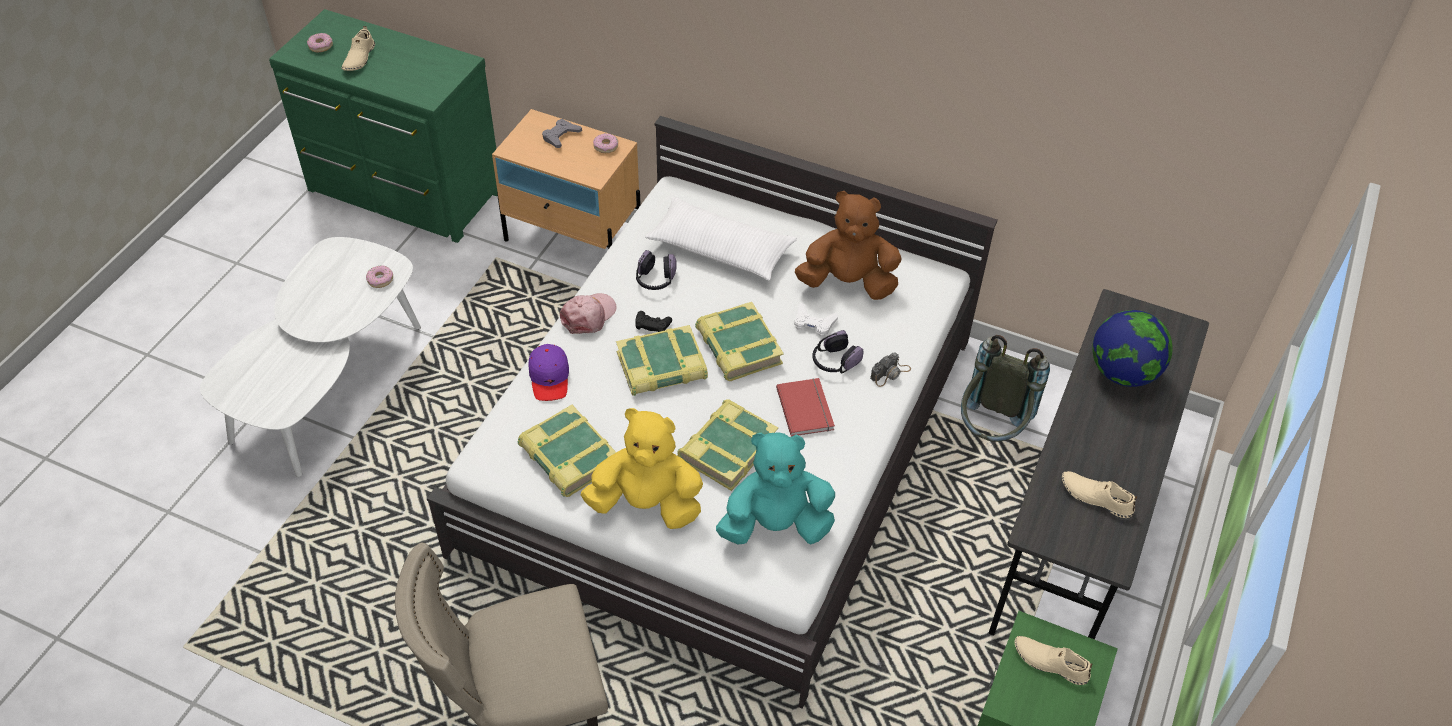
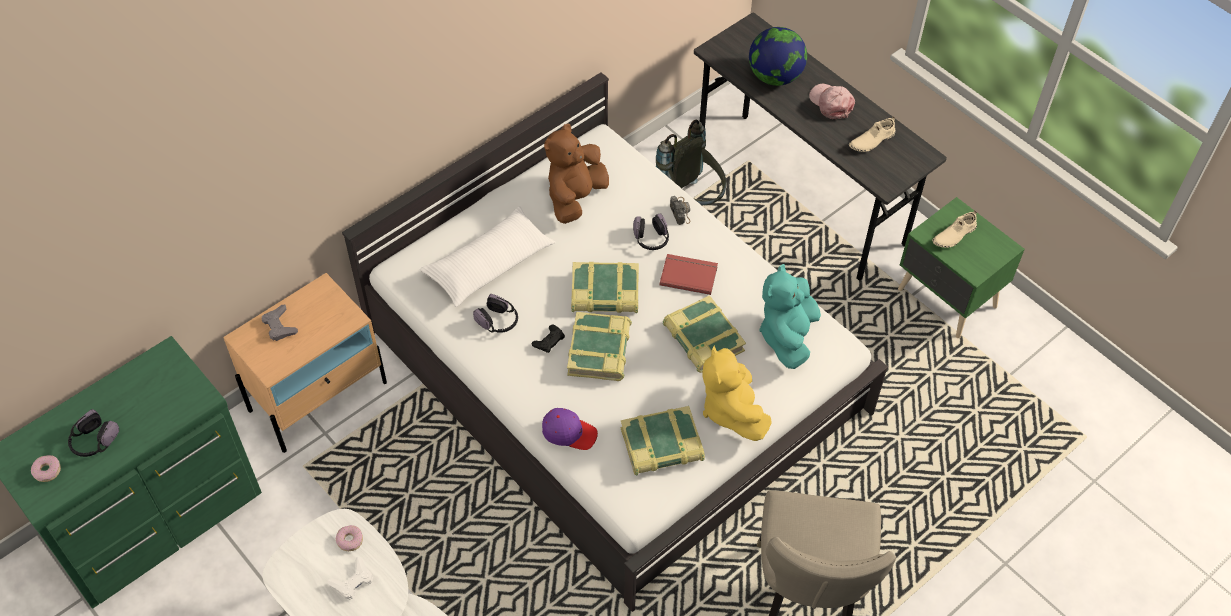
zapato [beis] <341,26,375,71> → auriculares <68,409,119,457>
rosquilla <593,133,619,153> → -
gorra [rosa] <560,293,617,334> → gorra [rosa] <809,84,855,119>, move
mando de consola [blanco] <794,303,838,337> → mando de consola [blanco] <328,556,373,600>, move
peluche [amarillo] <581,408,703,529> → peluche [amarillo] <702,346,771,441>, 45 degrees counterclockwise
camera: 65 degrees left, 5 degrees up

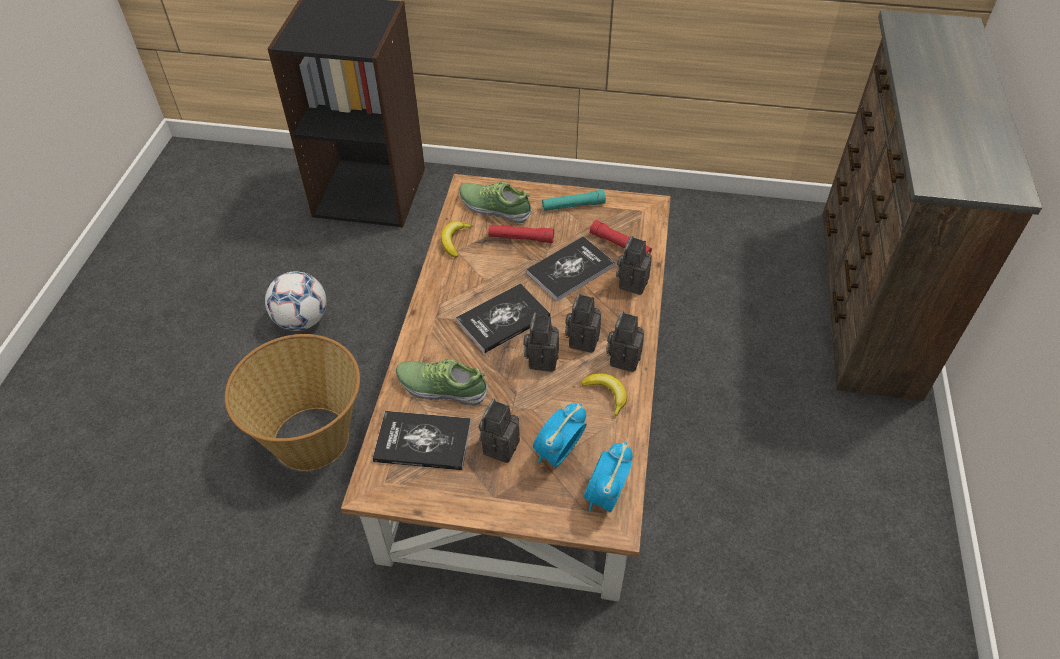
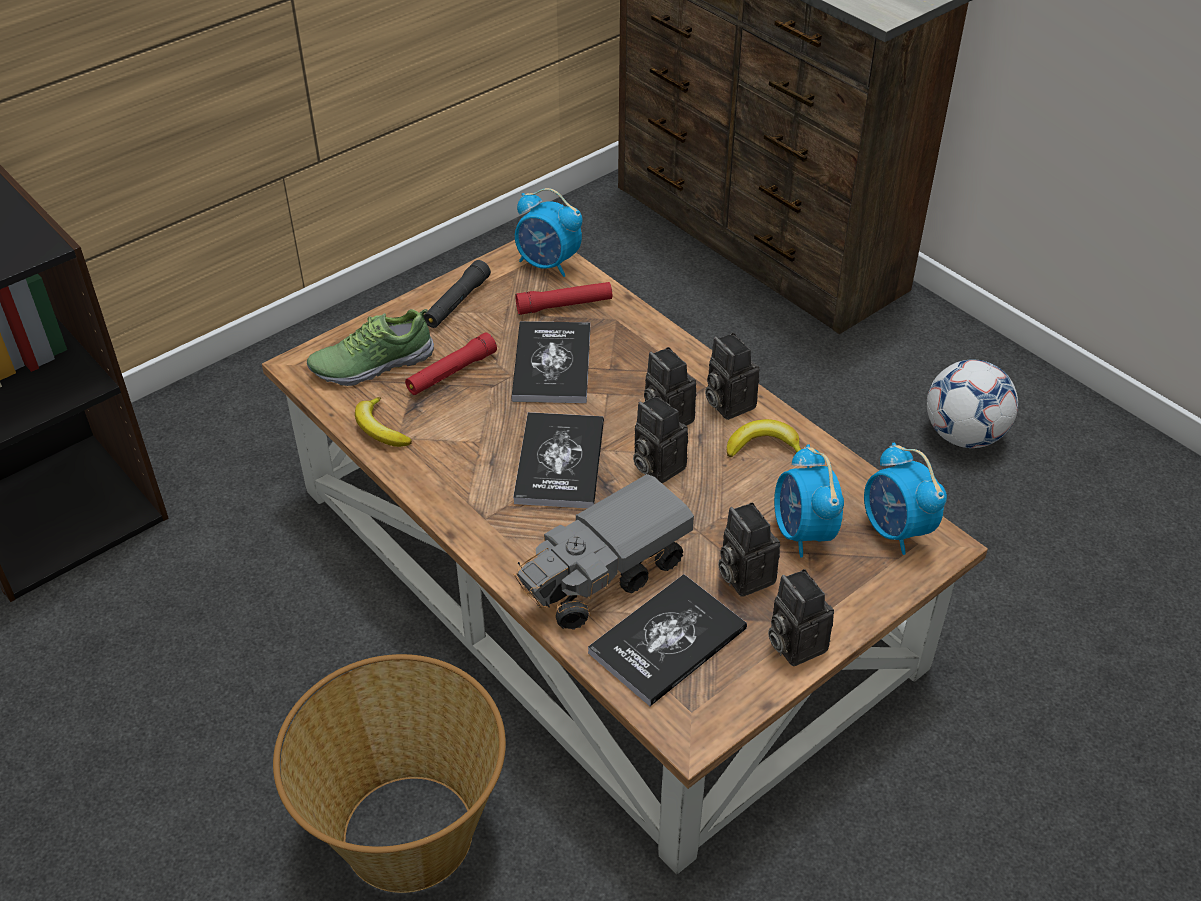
linterna [turquesa] <542,190,606,211> → linterna [negro] <423,260,491,328>
cámara <616,235,652,295> → cámara <768,569,834,666>, move
balón de fútbol <265,272,327,331> → balón de fútbol <927,360,1018,448>, move
zapato <396,358,488,405> → camión de juguete <514,474,694,630>
- → despertador <515,188,582,277>
camera: 50 degrees left, 5 degrees down

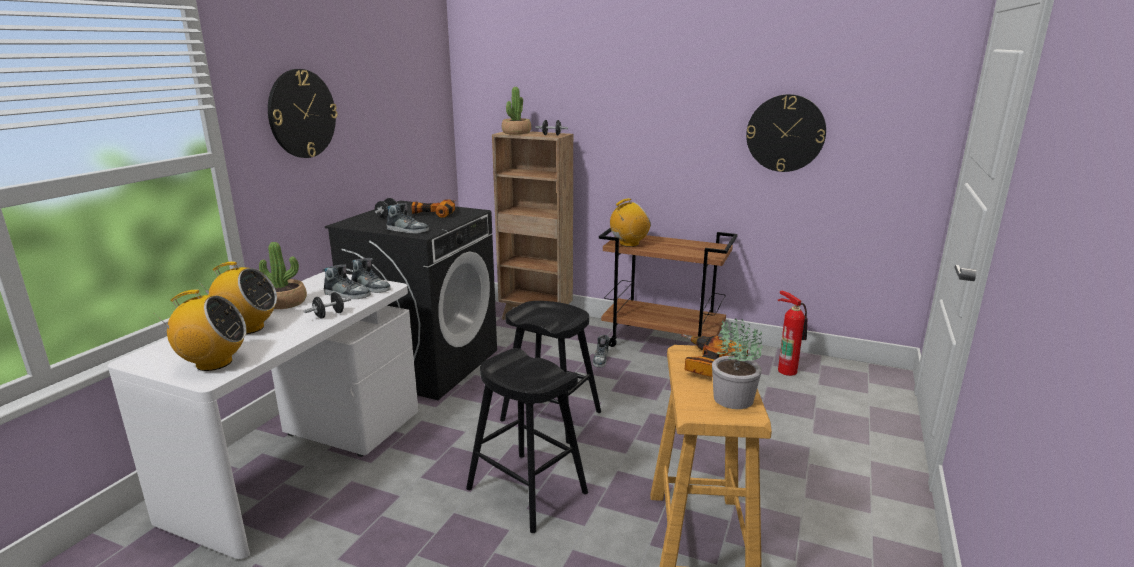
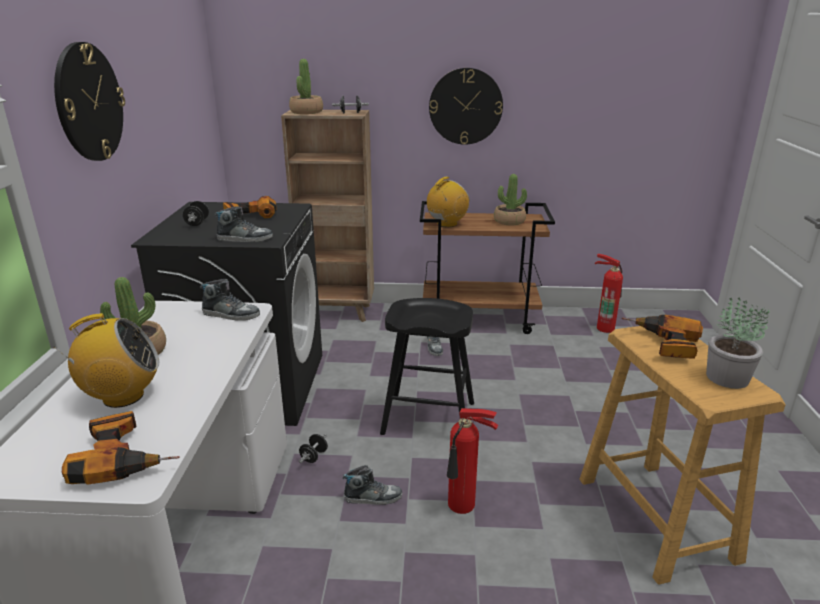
reloj de pared <746,94,826,172> → reloj de pared <429,68,503,145>, move
zapato <323,264,371,299> → zapato <343,465,402,505>, move
radio <153,290,247,371> → taladro <62,411,180,484>
mancuerna [negro] <304,292,351,319> → mancuerna [negro] <299,434,328,463>, move
taburete [negro] <466,348,588,533> → extintor <447,408,498,514>
- → planta en maceta <494,174,527,225>
camera: 20 degrees left, 5 degrees up

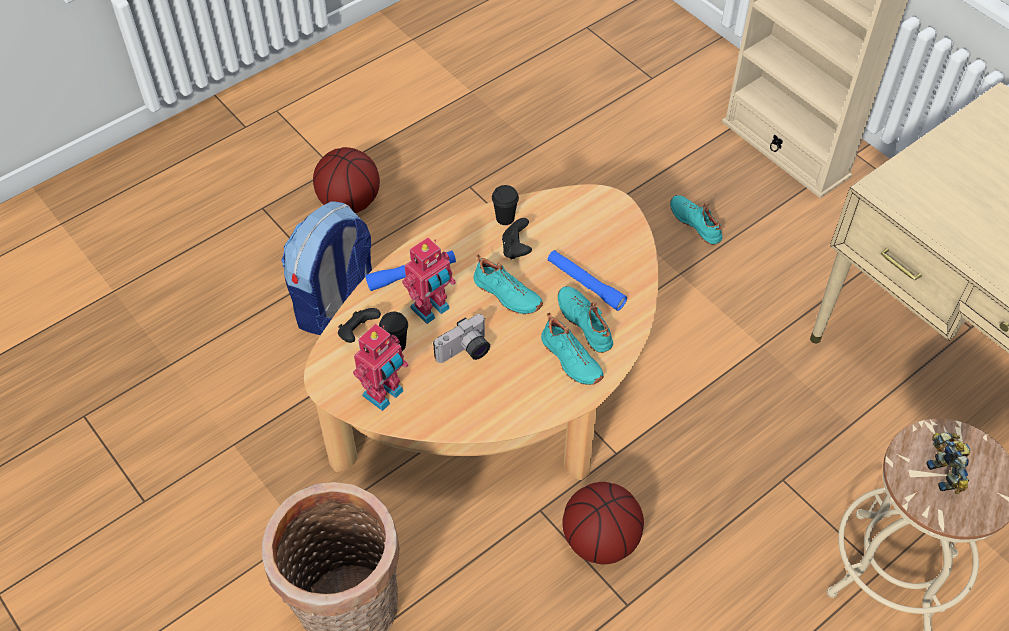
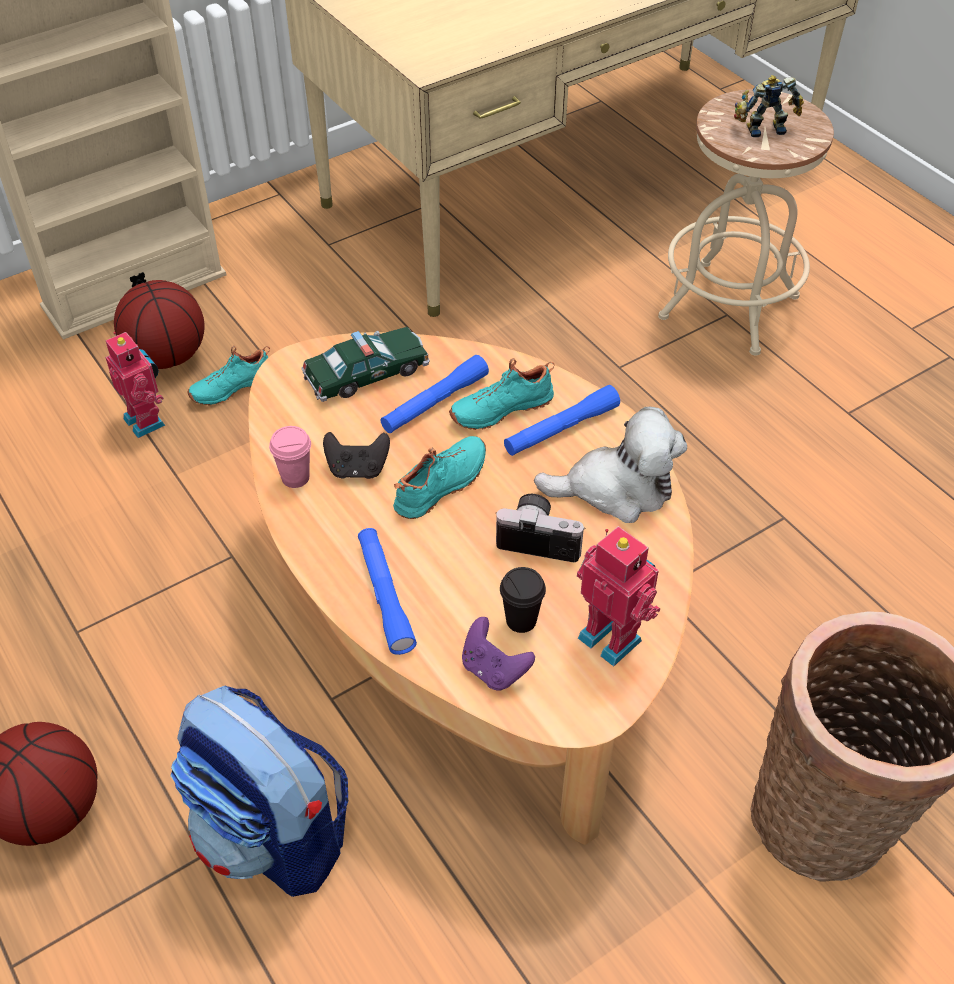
taza [negro] <492,185,519,225> → taza [rosa] <269,426,311,488>
robot de juguete <402,237,456,324> → robot de juguete <105,332,165,438>, move
mando de consola [negro] <338,308,381,343> → mando de consola [morado] <462,617,535,691>
zapato [turquesa] <541,313,604,385> → linterna [azul] <504,385,620,456>
cámara <433,314,490,363> → cámara <496,494,584,562>, 45 degrees counterclockwise
balón de baloncesto <562,482,644,564> → balón de baloncesto <114,280,205,369>, move
- → coche de juguete <301,327,430,402>
- → peluche <534,407,687,523>
camera: 85 degrees left, 5 degrees down

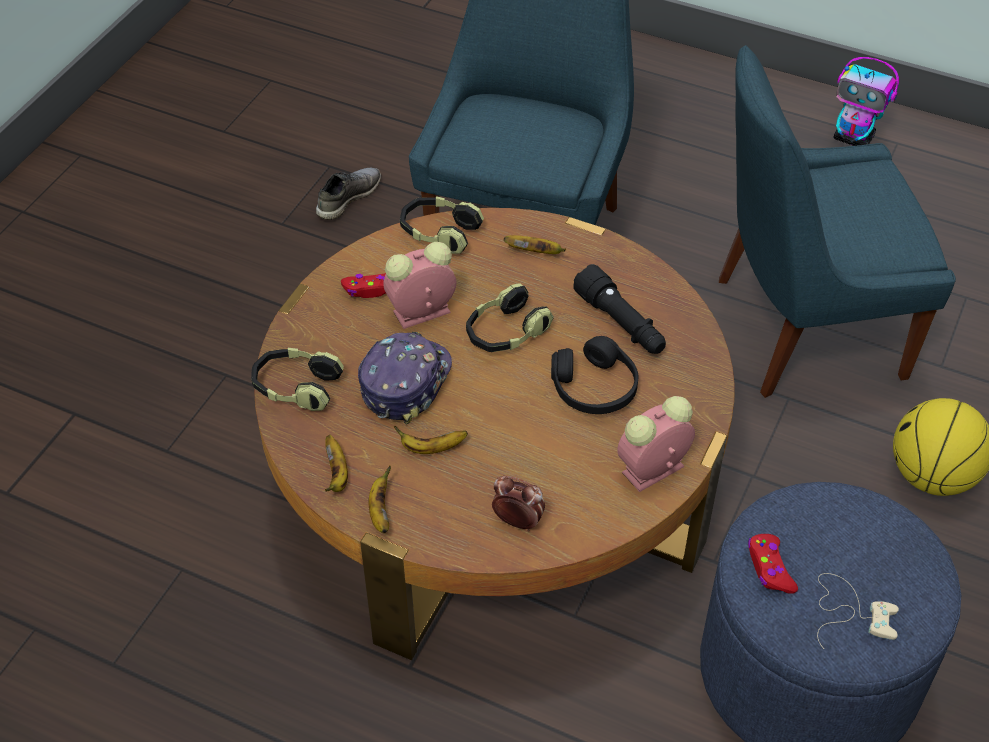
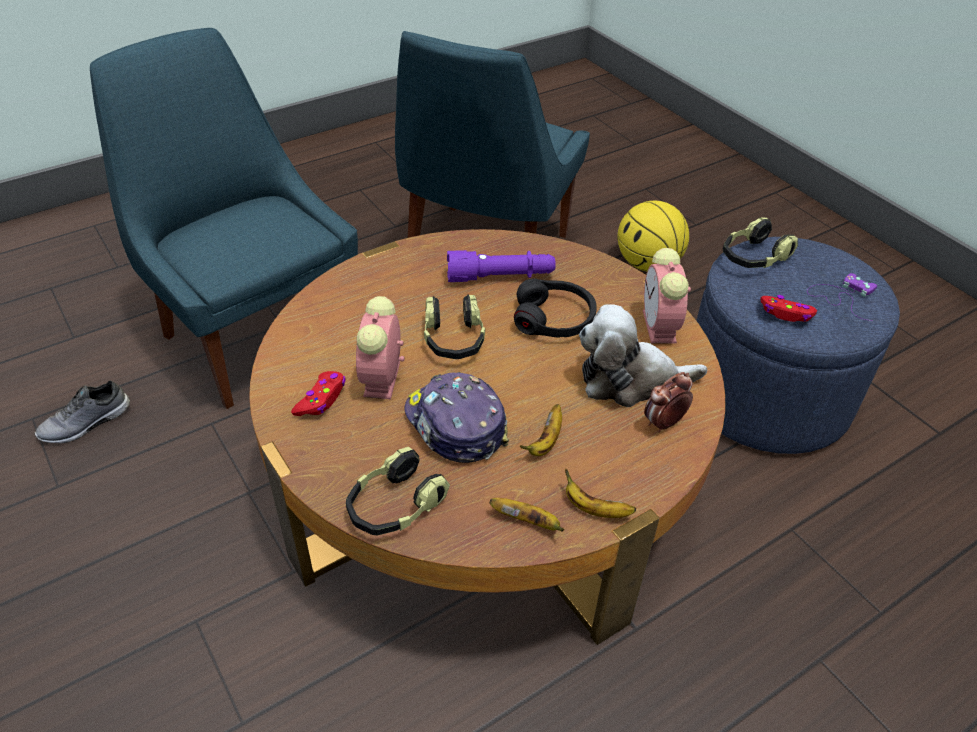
robot de juguete <833,57,899,146> → -
zapato [gris] <316,168,381,220> → zapato [gris] <34,381,130,444>, 105 degrees counterclockwise
auriculares <400,196,484,254> → auriculares <723,217,798,268>, move
plátano <504,235,566,254> → -
linterna [negro] <573,264,666,354> → linterna [morado] <447,250,556,282>
mando de consola [beis] <817,573,899,649> → mando de consola [morado] <807,273,877,321>
- → peluche <579,304,707,407>
camera: 60 degrees left, 5 degrees down

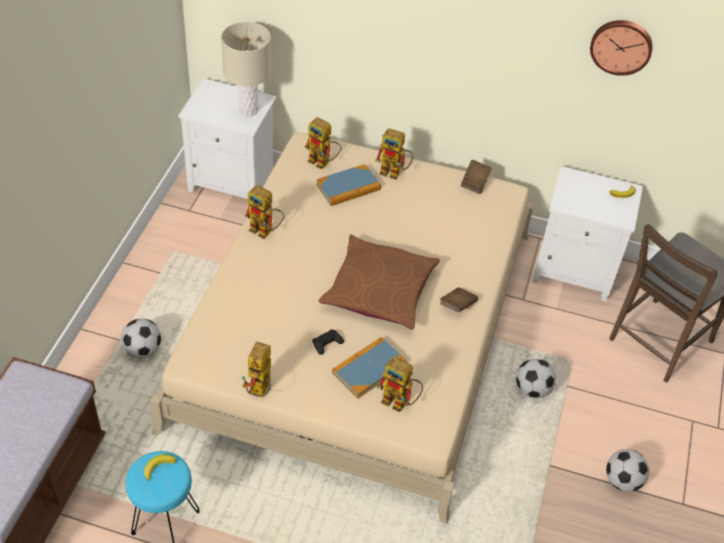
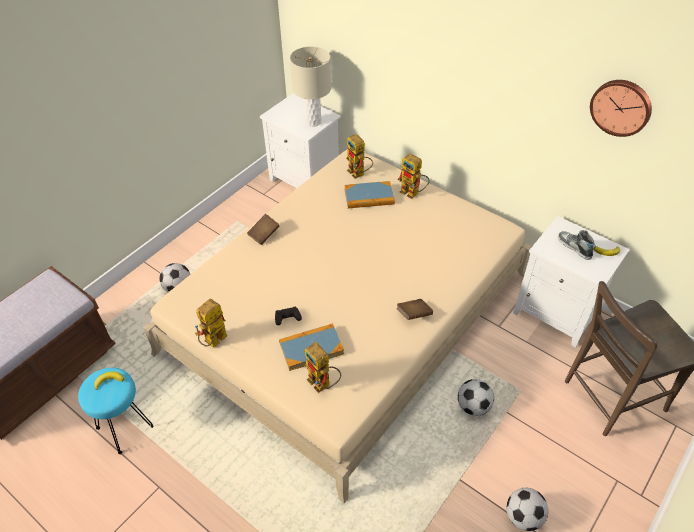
libro [marrón] <461,160,492,194> → libro [marrón] <247,214,280,245>, move
robot de juguete <245,185,284,239> → -
cojín [marrón] <319,235,440,330> → -
- → zapato <558,230,596,260>
camera: 25 degrees right, 0 degrees up

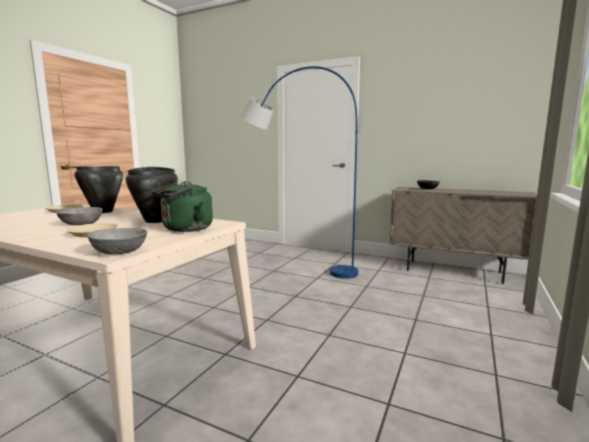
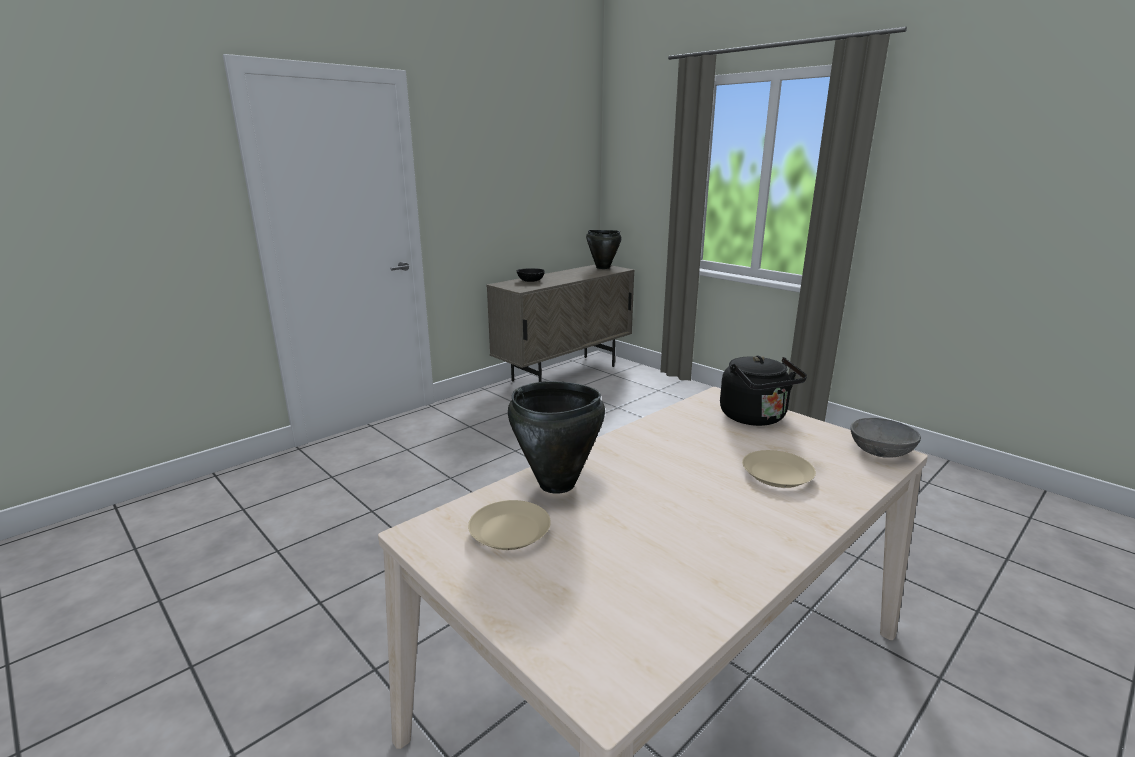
lámpara de pie [azul] <240,66,358,279> → -
olla [negro] <125,167,178,223> → olla [negro] <586,230,622,269>, move
hervidor [verde] <151,181,213,232> → hervidor [negro] <720,355,807,426>
cuenco [gris] <57,207,103,225> → -
camera: 70 degrees left, 10 degrees up

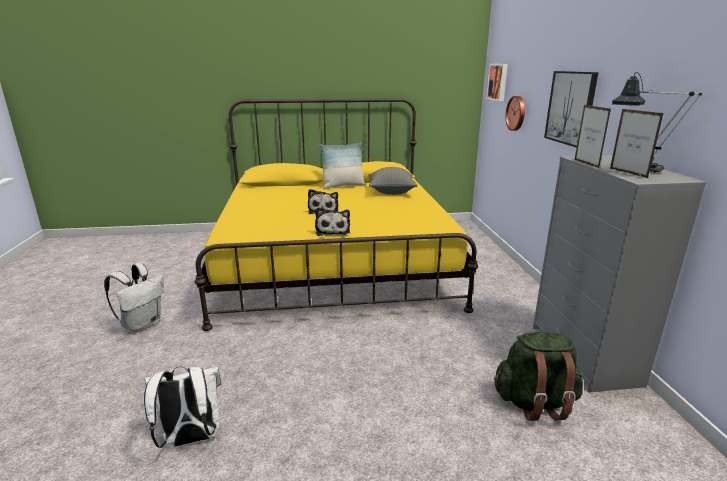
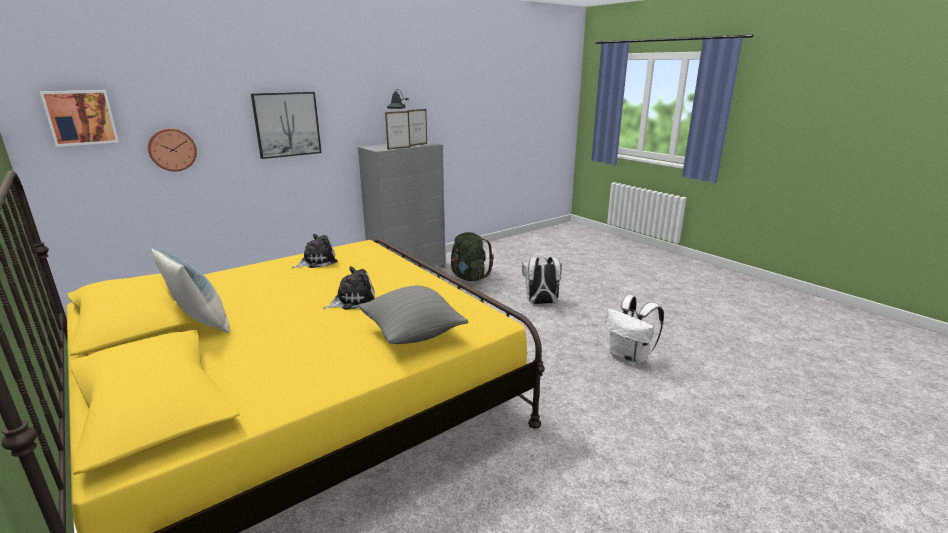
cojín [gris] <369,167,417,195> → cojín [gris] <359,286,468,344>, move
peluche <315,207,350,236> → peluche <292,234,338,268>, move
mochila [blanco] <104,263,164,332> → mochila [blanco] <522,257,562,304>, move
camera: 120 degrees left, 0 degrees up

